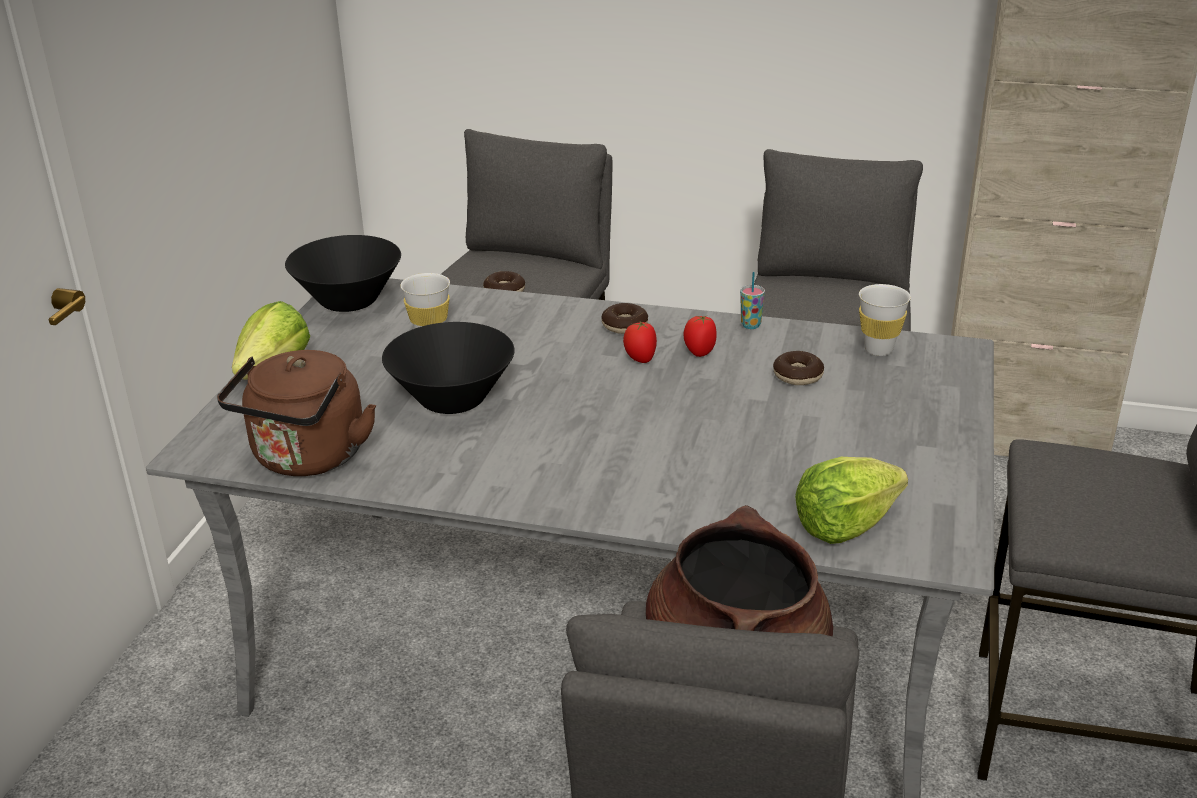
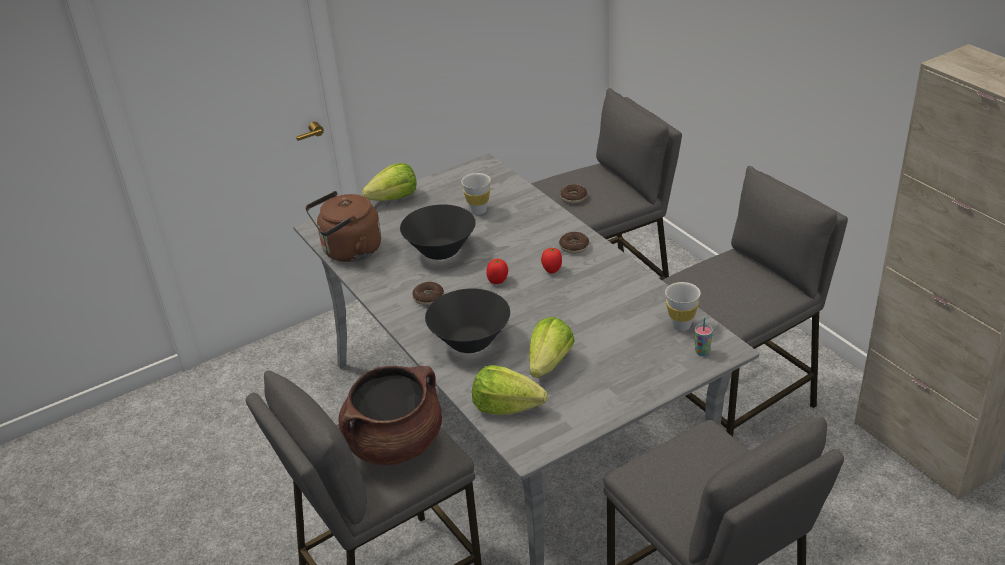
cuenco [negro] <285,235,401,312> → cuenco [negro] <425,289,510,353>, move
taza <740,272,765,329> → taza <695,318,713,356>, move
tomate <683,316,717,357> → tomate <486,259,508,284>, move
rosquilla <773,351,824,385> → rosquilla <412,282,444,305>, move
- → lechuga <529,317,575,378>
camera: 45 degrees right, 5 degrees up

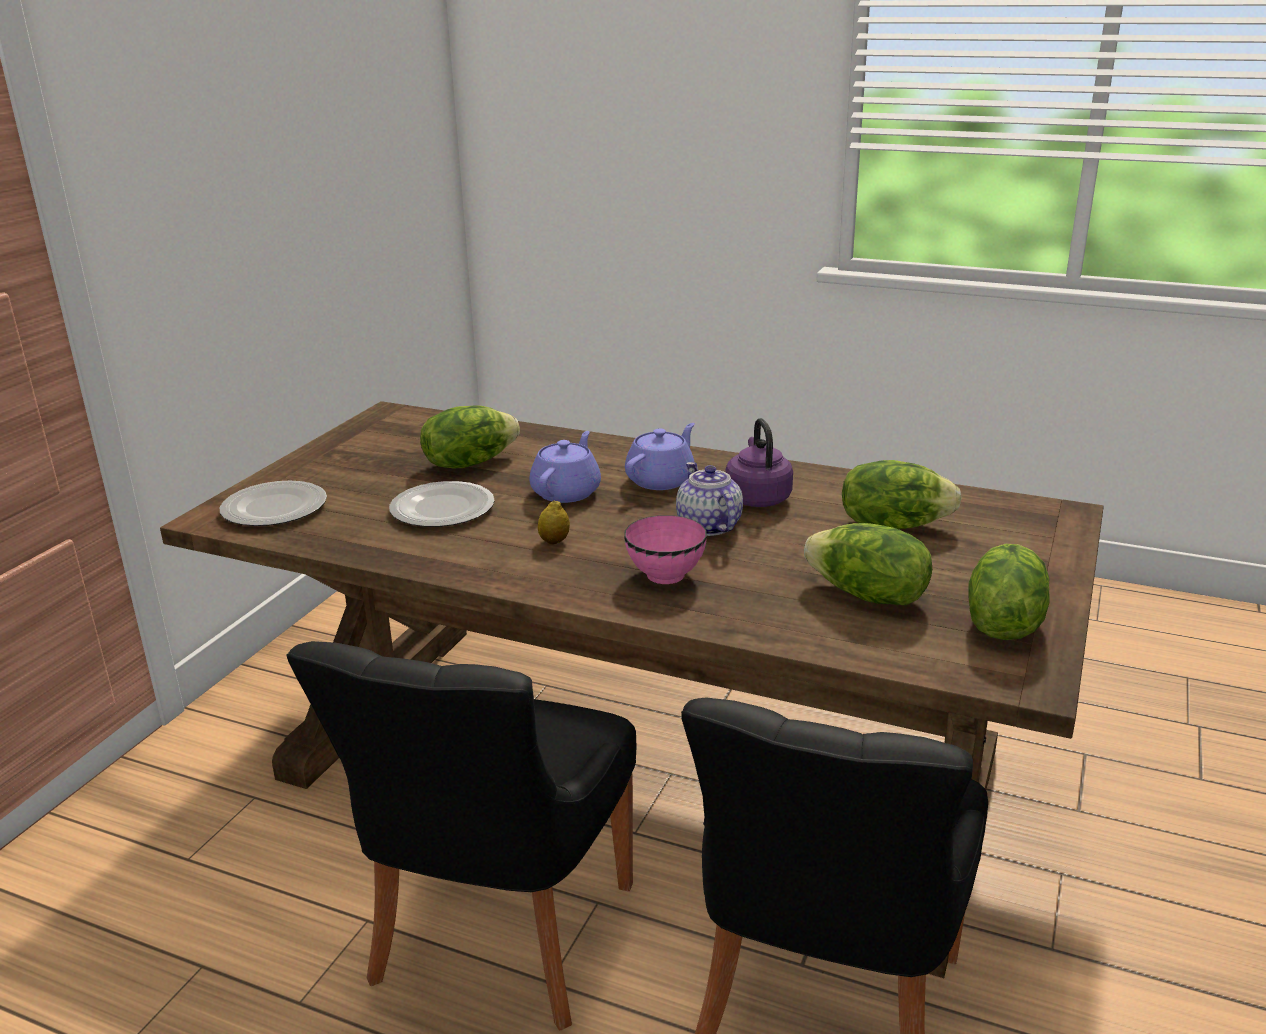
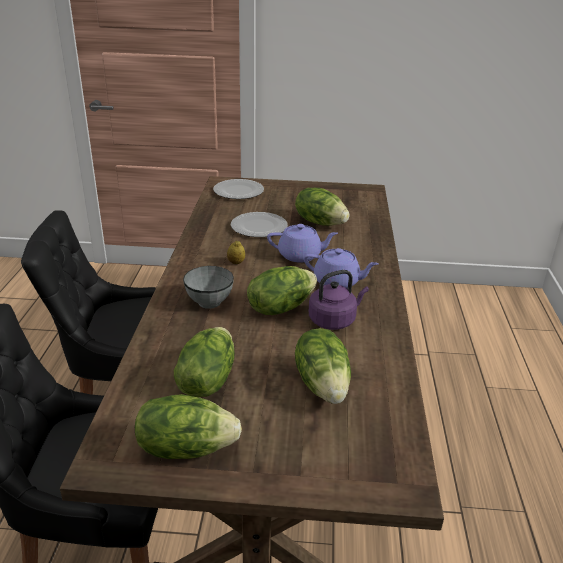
tetera <676,462,743,536> → lechuga <247,266,317,315>
cuenco [rosa] <624,515,707,584> → cuenco [gris] <183,266,234,309>
camera: 70 degrees right, 5 degrees up

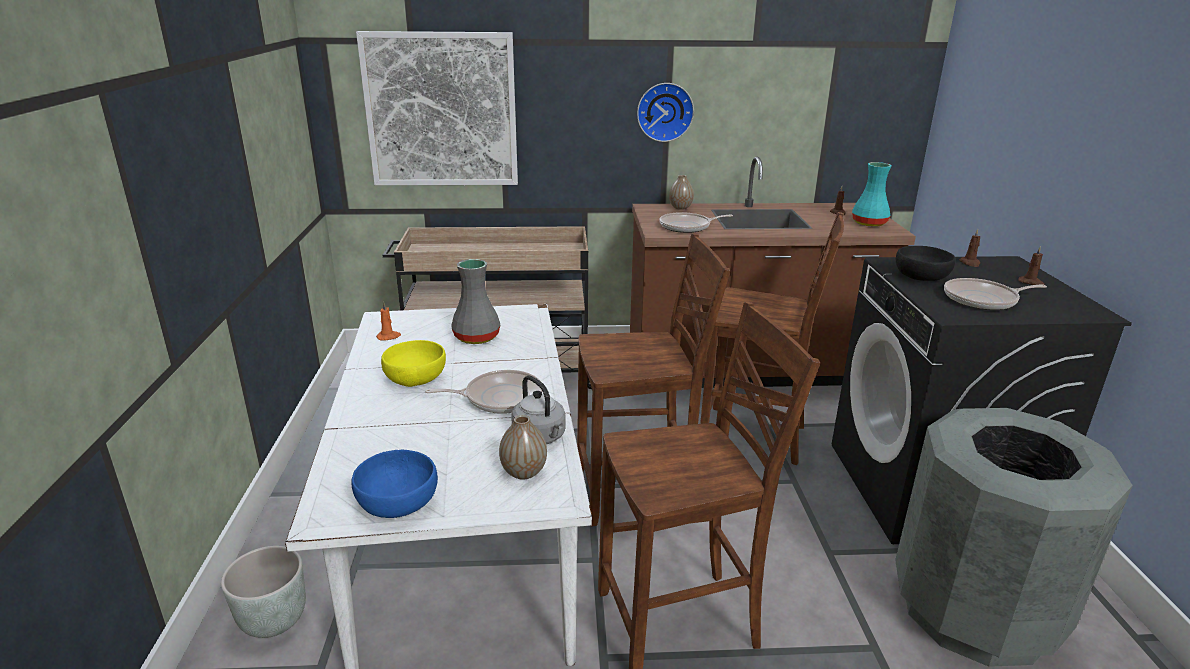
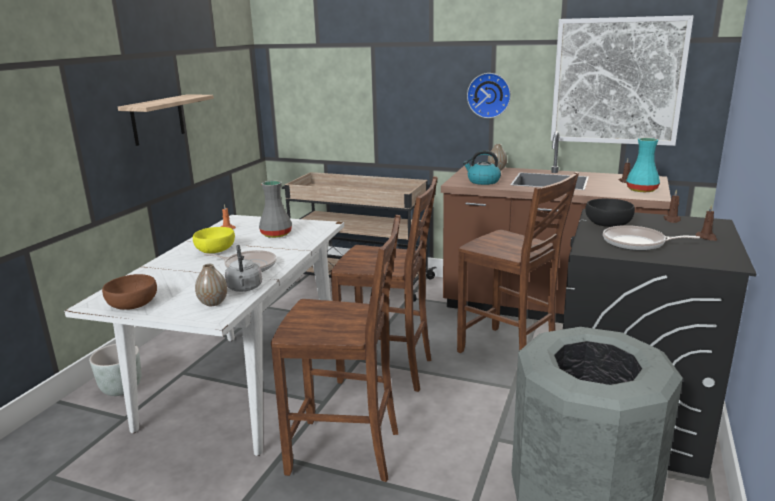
cuadro <356,31,518,185> → cuadro <551,15,694,146>, move
sartén <660,212,733,233> → hervidor <463,150,501,185>
cuenco [azul] <351,450,438,518> → cuenco [marrón] <102,274,157,310>
- → estante <118,94,214,146>
camera: 25 degrees right, 5 degrees down

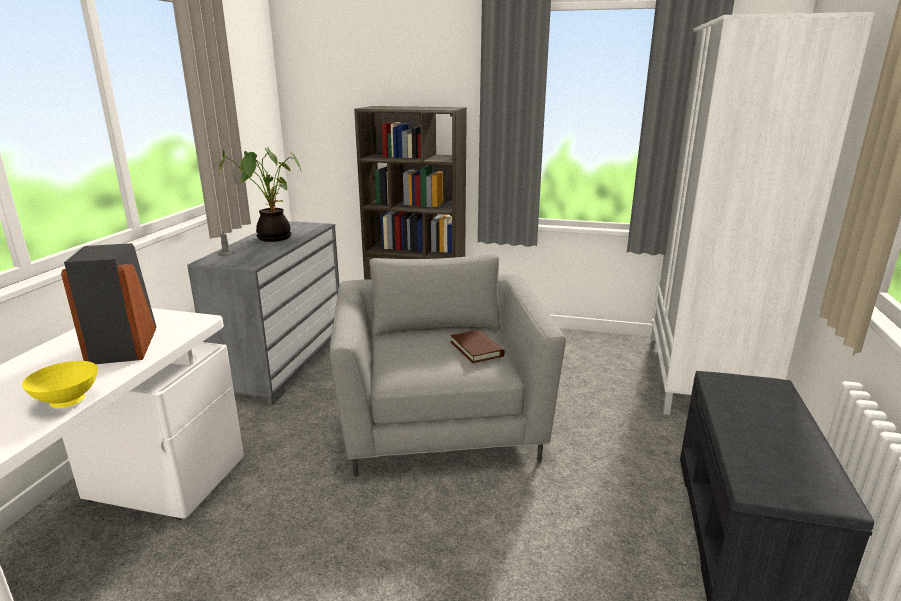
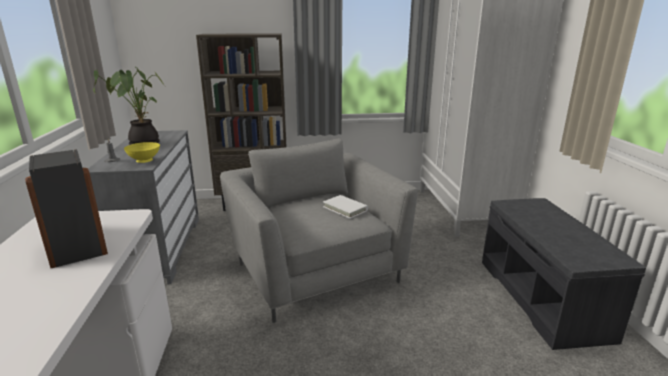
libro [marrón] <451,330,505,363> → libro [blanco] <323,195,368,219>
cuenco [amarillo] <22,361,98,408> → cuenco [amarillo] <124,142,160,163>, move
camera: 20 degrees left, 0 degrees up

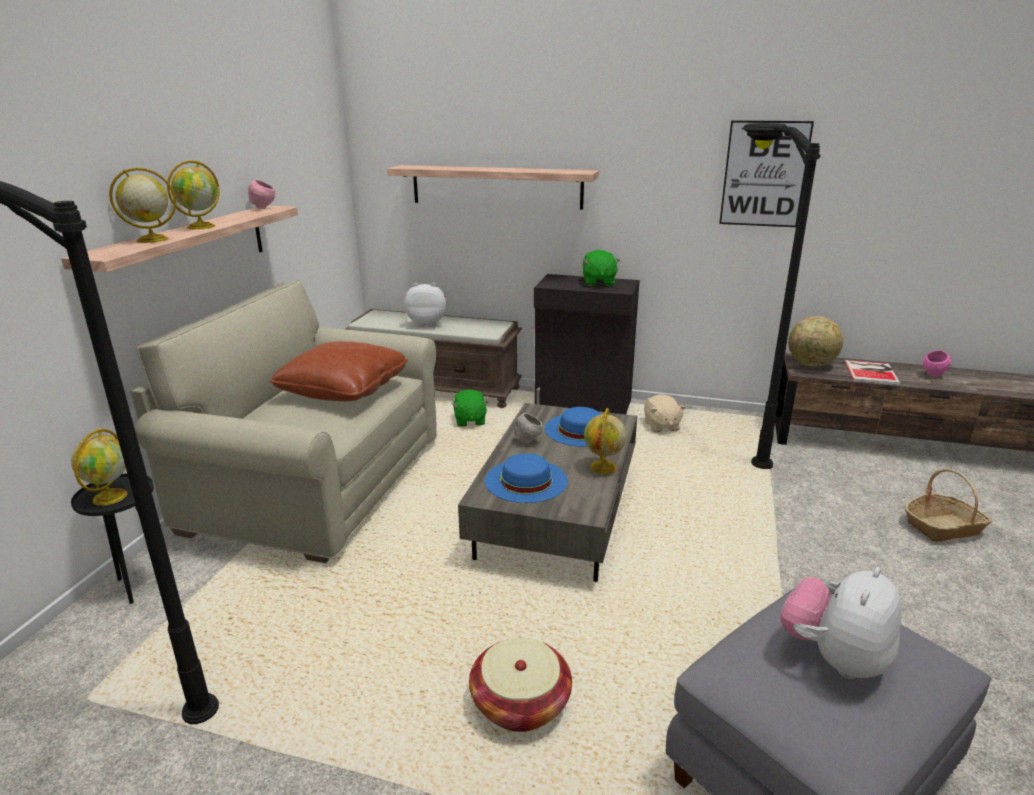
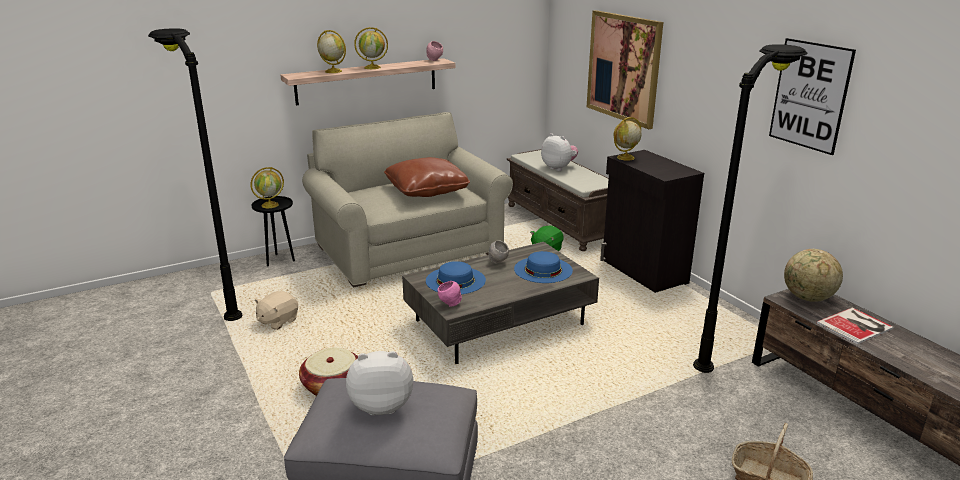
estante <387,165,599,210> → cuadro <587,10,663,129>
peluche [verde] <583,250,620,286> → -
cuenco [rosa] <923,350,951,377> → cuenco [rosa] <438,281,462,307>, move
peluche [beis] <644,394,686,432> → peluche [beis] <255,291,298,330>, move
globo terráqueo <584,408,627,474> → globo terráqueo <614,117,641,161>, move
camera: 45 degrees right, 0 degrees up

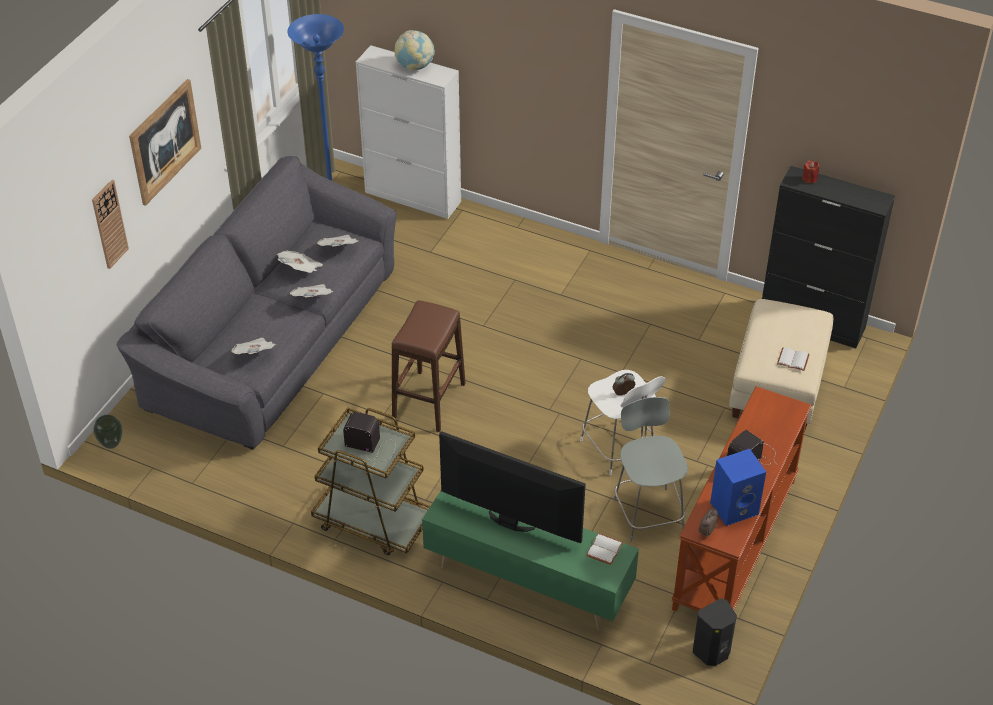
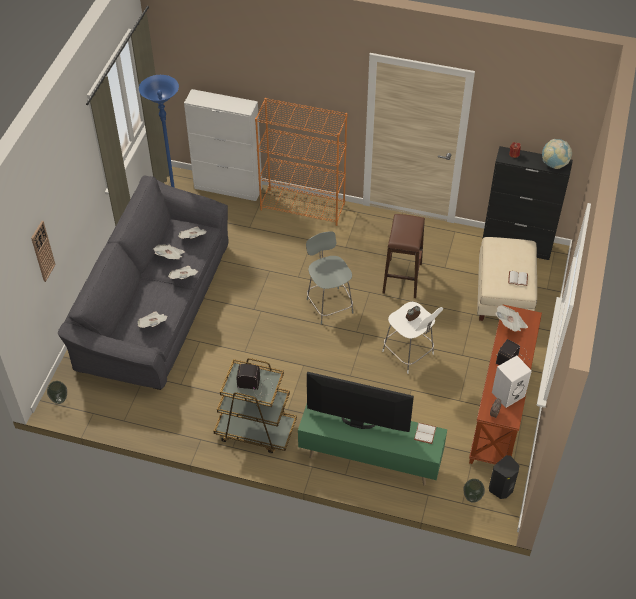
globo terráqueo <394,30,435,71> → globo terráqueo <542,139,572,169>, move
cuadro <129,79,201,206> → -
taburete [marrón] <392,300,466,432> → taburete [marrón] <382,214,425,298>, move
taburete [gris] <614,397,688,542> → taburete [gris] <306,231,354,325>, move
altavoz [azul] <710,449,766,526> → altavoz [blanco] <492,356,532,408>
- → estantería [naranja] <255,98,347,226>
- → periódico <495,305,528,332>
- → florero <463,479,485,503>
camera: 10 degrees left, 5 degrees up

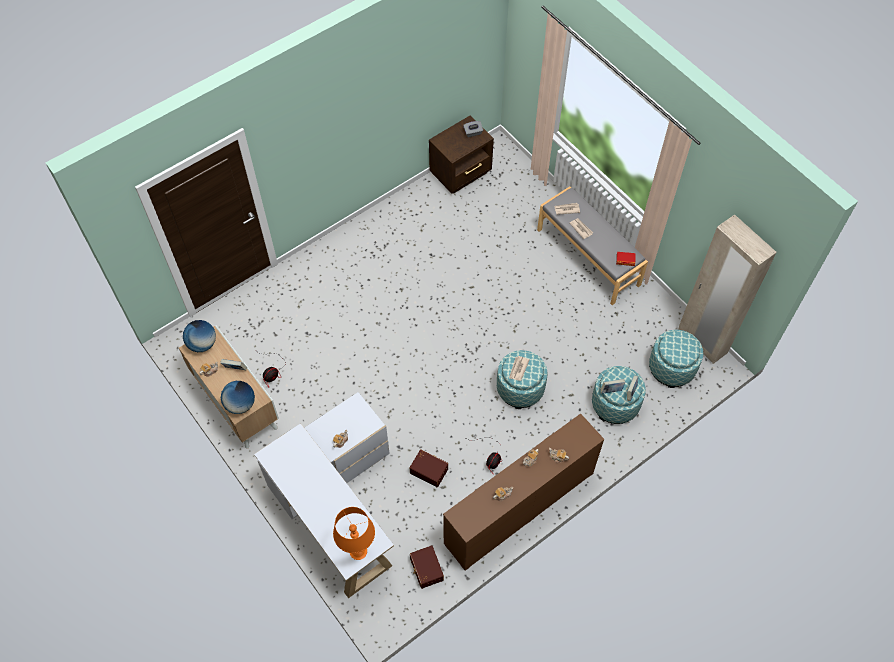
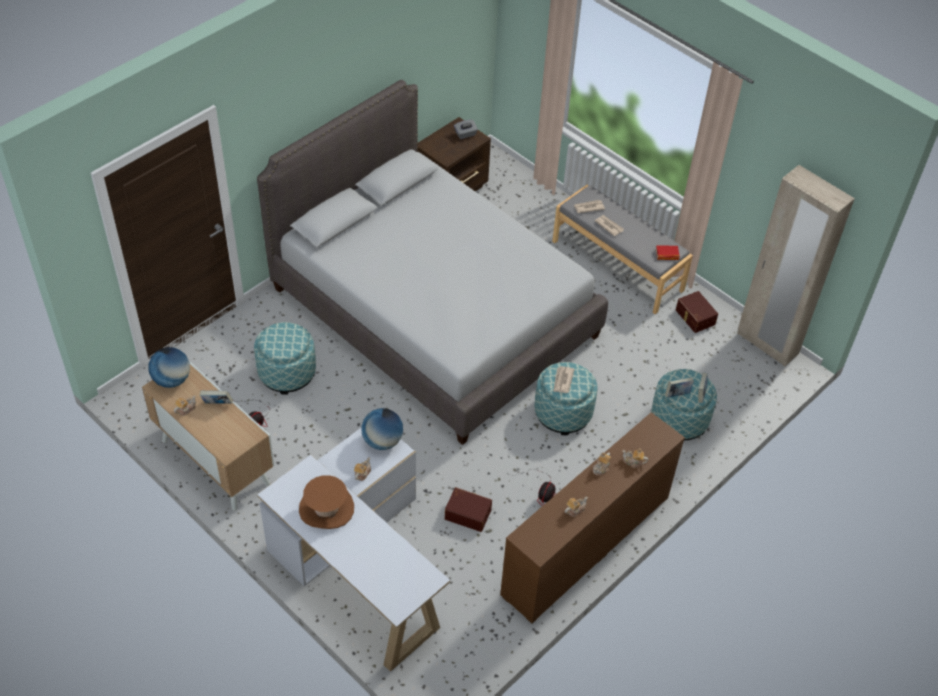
puf <649,330,703,388> → puf <254,322,316,395>, move
globo terráqueo <221,381,255,414> → globo terráqueo <361,408,403,450>, move
lámpara de mesa [naranja] <333,507,375,560> → -
caja de almacenaje [marrón] <410,545,444,589> → caja de almacenaje [marrón] <676,291,718,333>, move
- → cama [gris] <257,80,608,445>
- → sombrero [marrón] <299,475,354,529>
camera: 10 degrees left, 10 degrees down

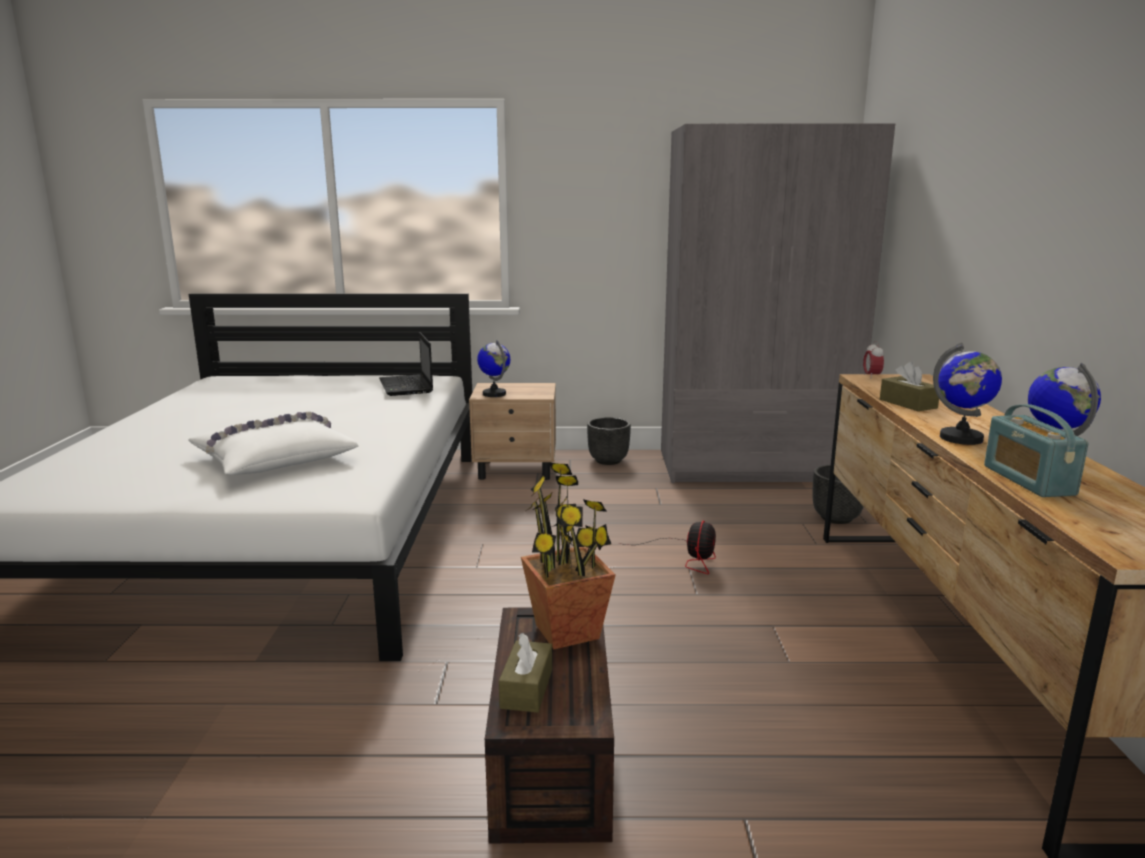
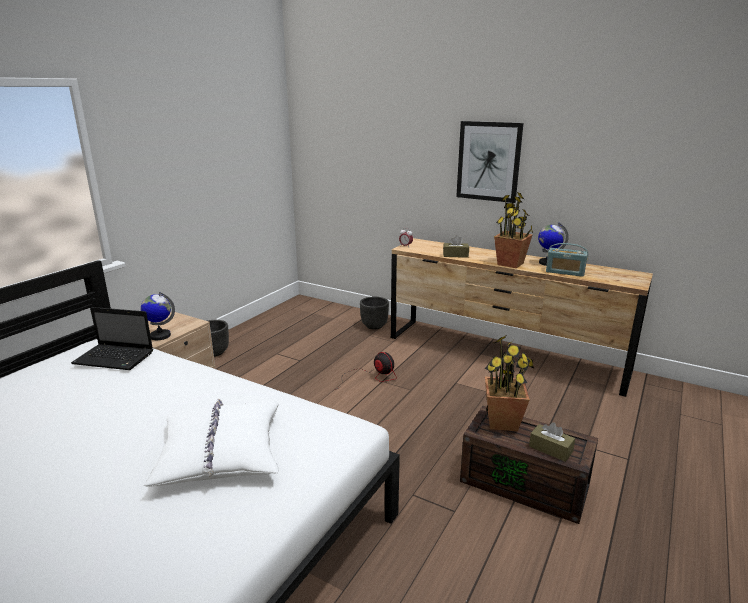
armario ropero [gris] <661,123,895,483> → -
globo terráqueo <933,343,1002,445> → planta en maceta <494,192,533,268>
- → cuadro <456,121,523,203>
camera: 60 degrees left, 5 degrees up

